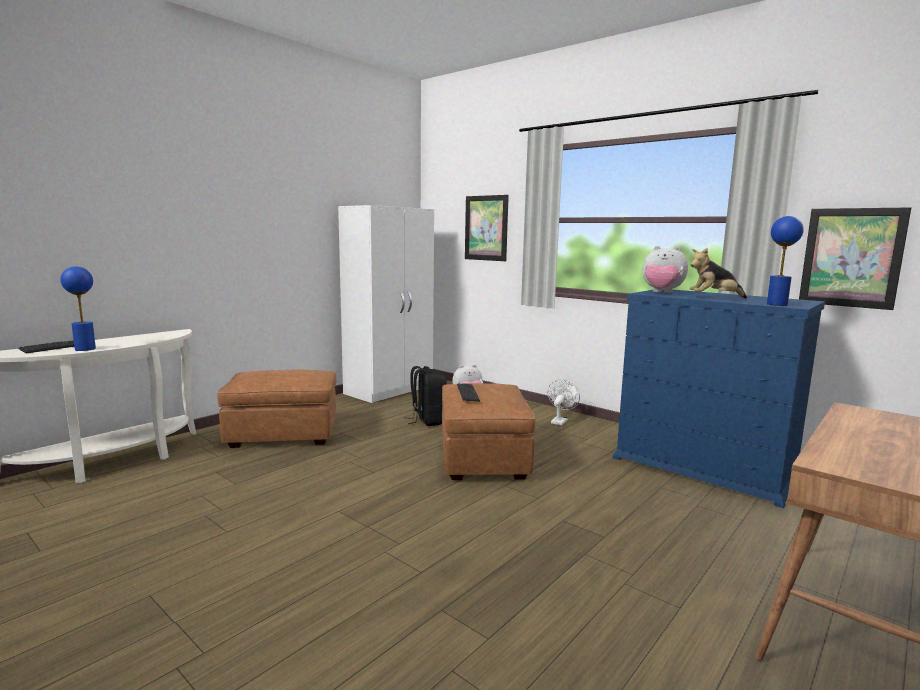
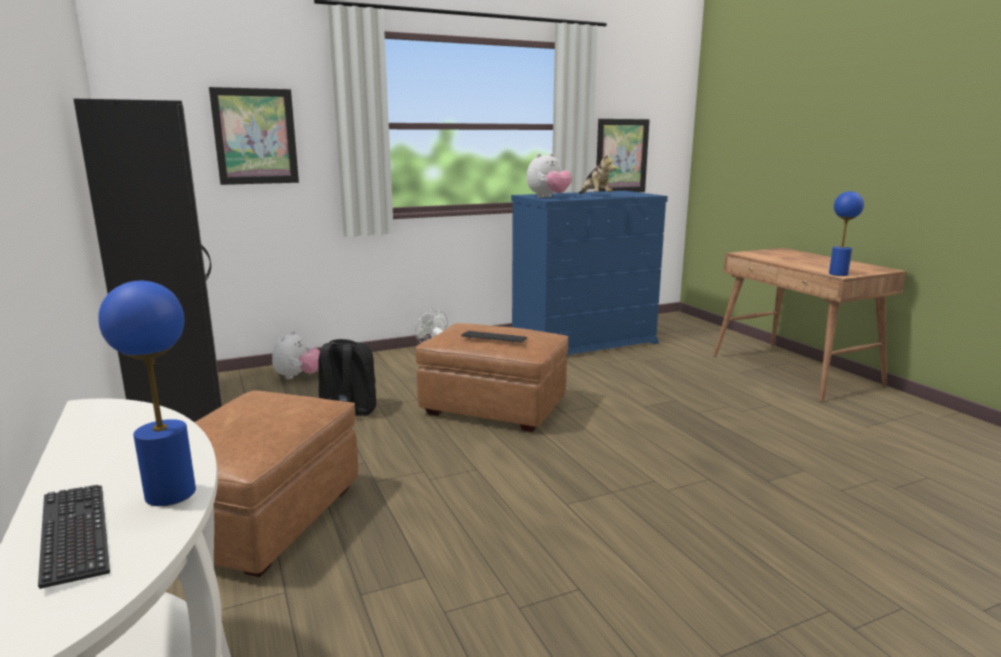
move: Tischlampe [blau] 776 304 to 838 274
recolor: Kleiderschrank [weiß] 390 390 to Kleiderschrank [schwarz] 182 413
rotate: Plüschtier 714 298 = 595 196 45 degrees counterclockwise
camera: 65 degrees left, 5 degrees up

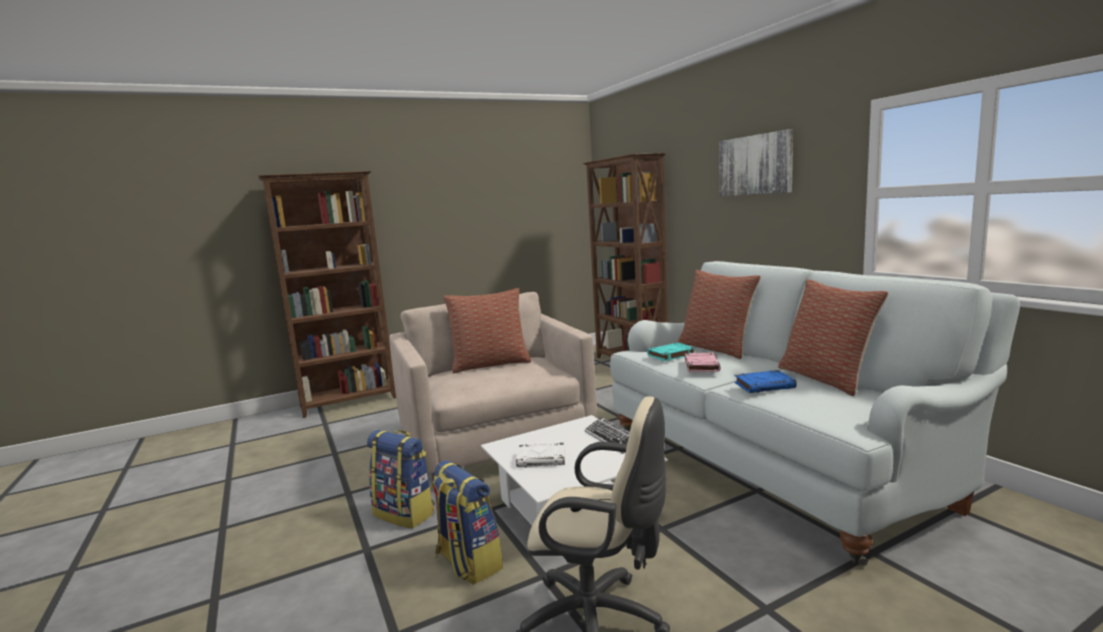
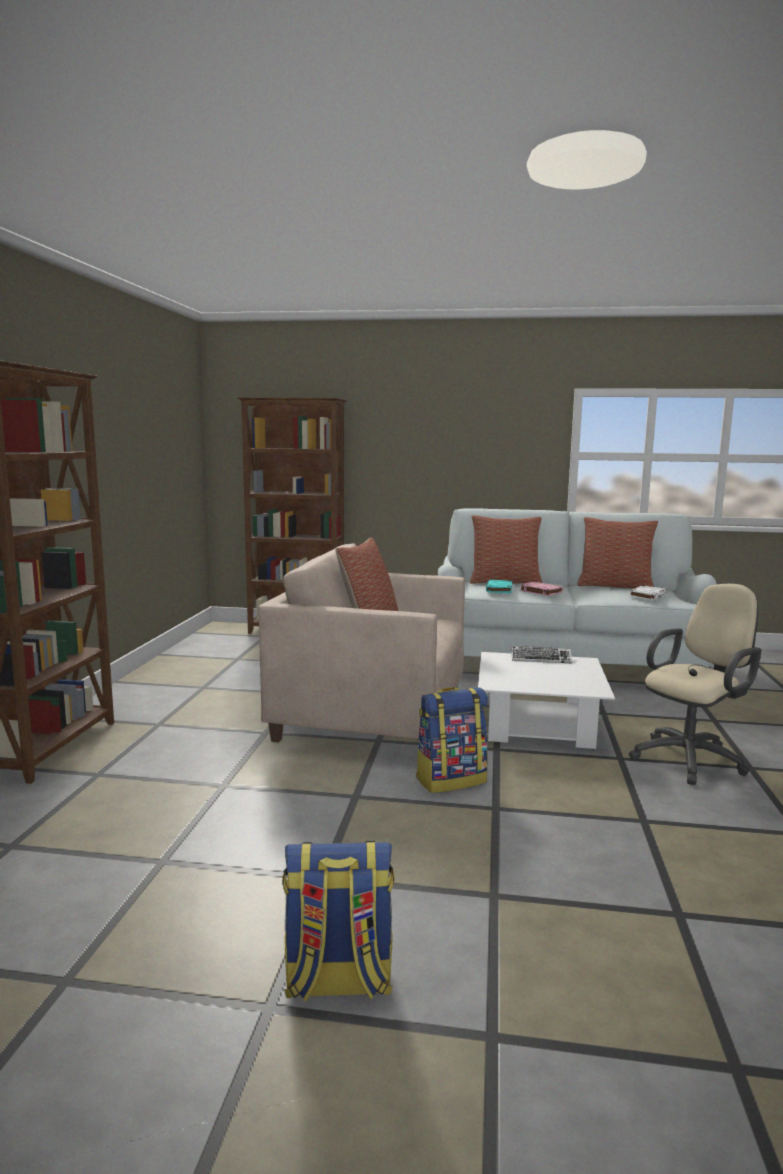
delete: Bild 755 165; Buch [blau] 765 385
move: Rucksack 468 563 to 337 982; Buch [weiß] 542 459 to 647 596
camera: 55 degrees left, 0 degrees up

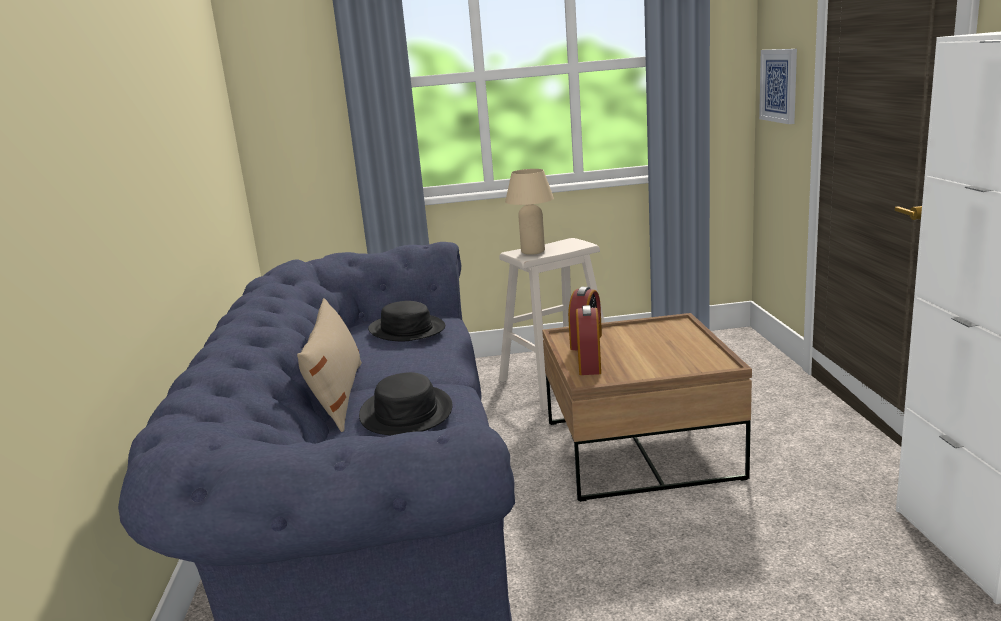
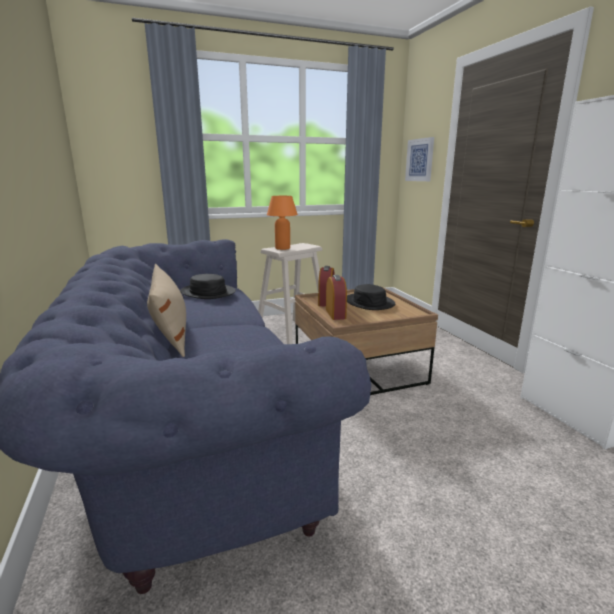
move: Hut [schwarz] 406 412 to 369 302
recolor: Tischlampe [beige] 533 252 to Tischlampe [orange] 282 248
camera: 15 degrees left, 0 degrees up

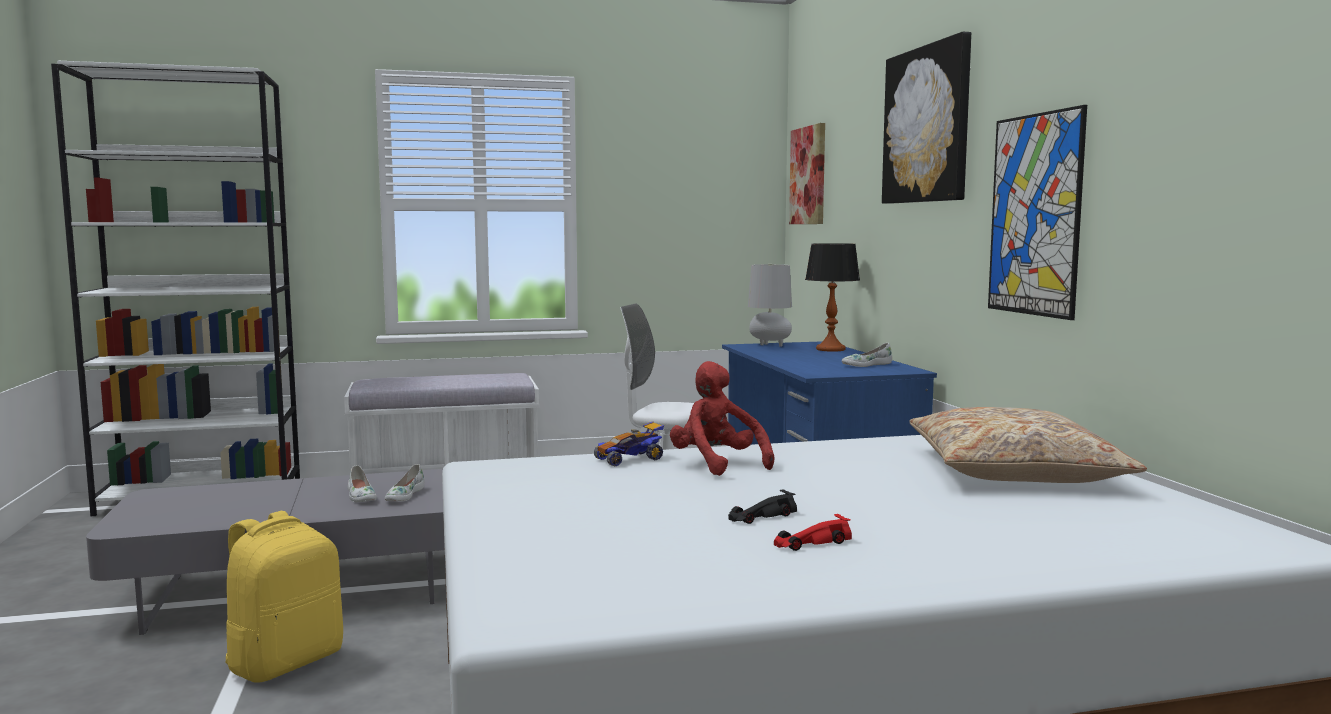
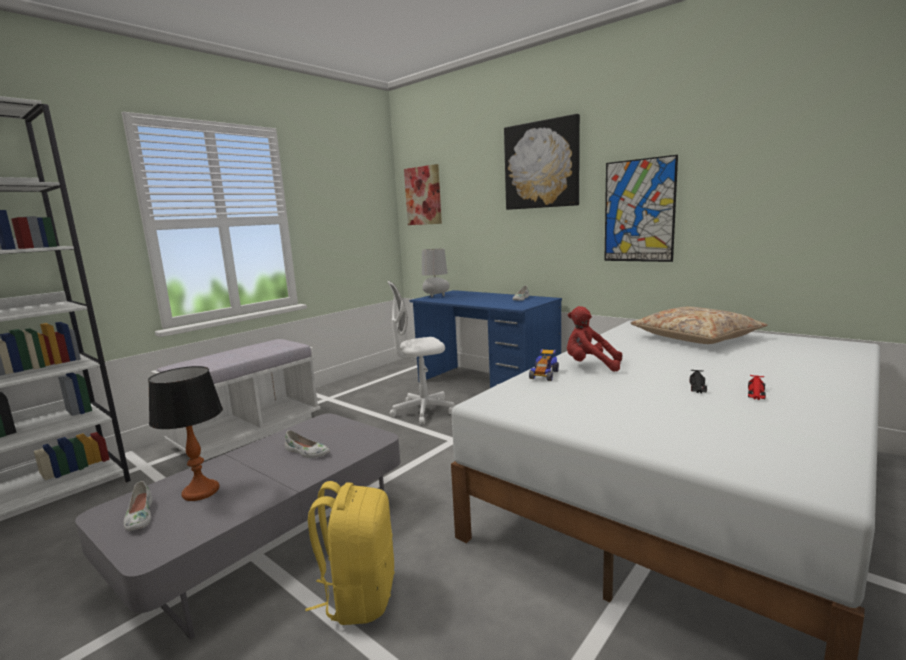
move: Schuh [weiß] 404 495 to 139 516; Tischlampe 831 349 to 201 491
camera: 35 degrees left, 5 degrees up

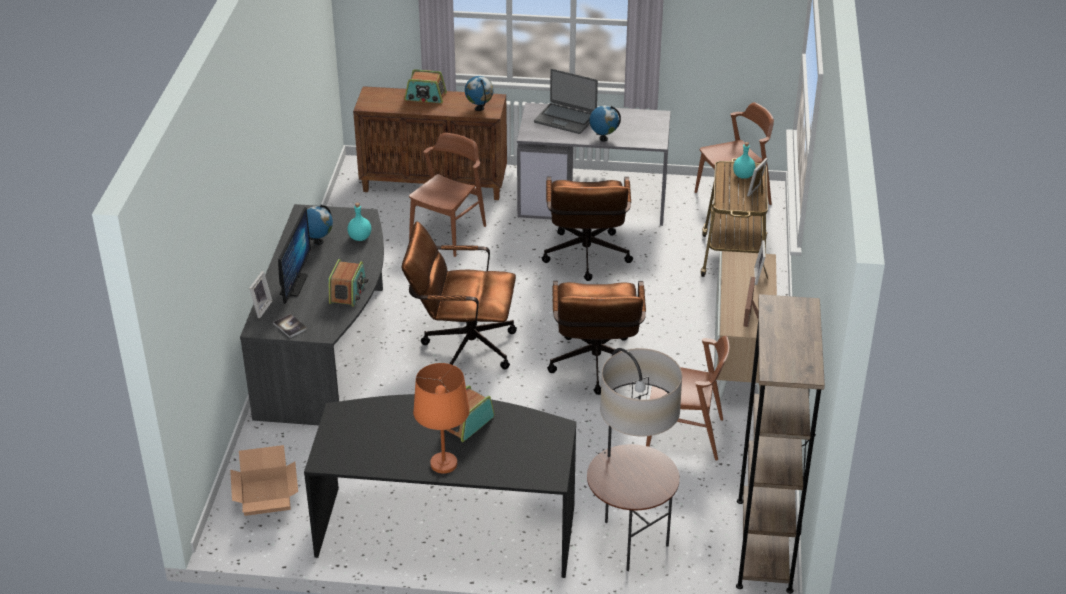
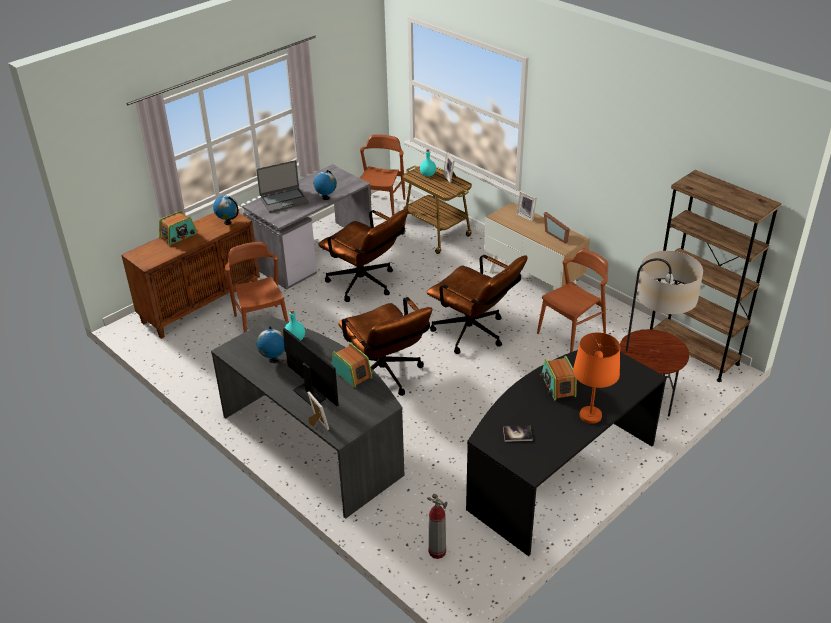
move: Buch 290 326 to 517 434
replace: Karton 265 496 to Feuerlöscher 437 551
rotate: Bürostuhl [braun] 462 346 = 386 377 75 degrees counterclockwise
camera: 50 degrees left, 0 degrees up

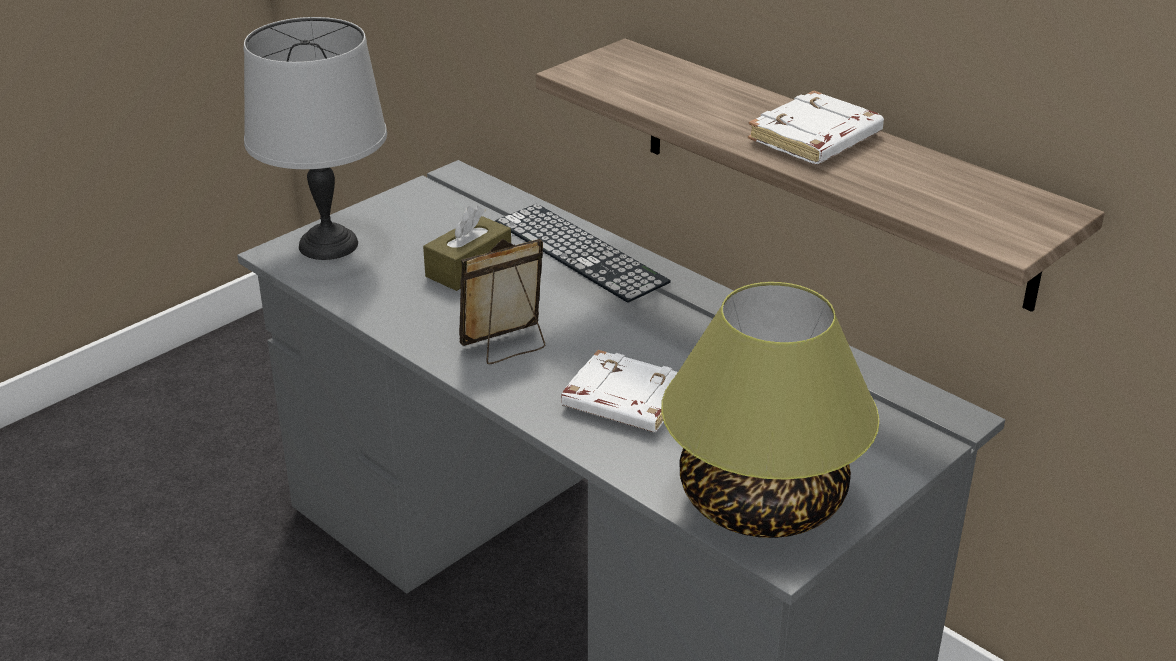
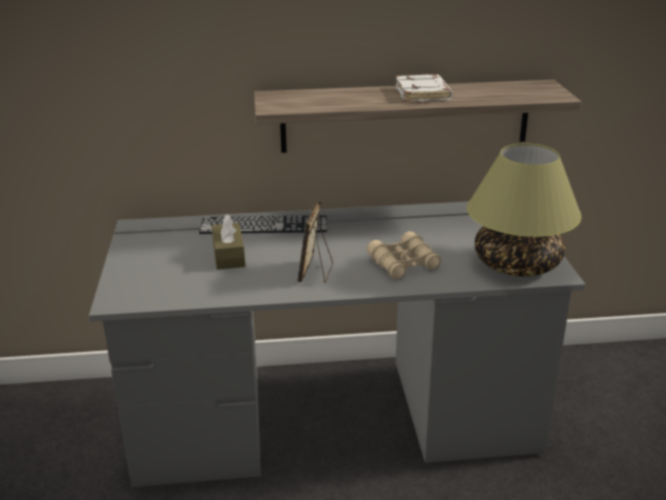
delete: Tischlampe [grau] 329 244
replace: Buch [weiß] 623 400 to Fernglas [beige] 403 263
camera: 50 degrees left, 5 degrees down

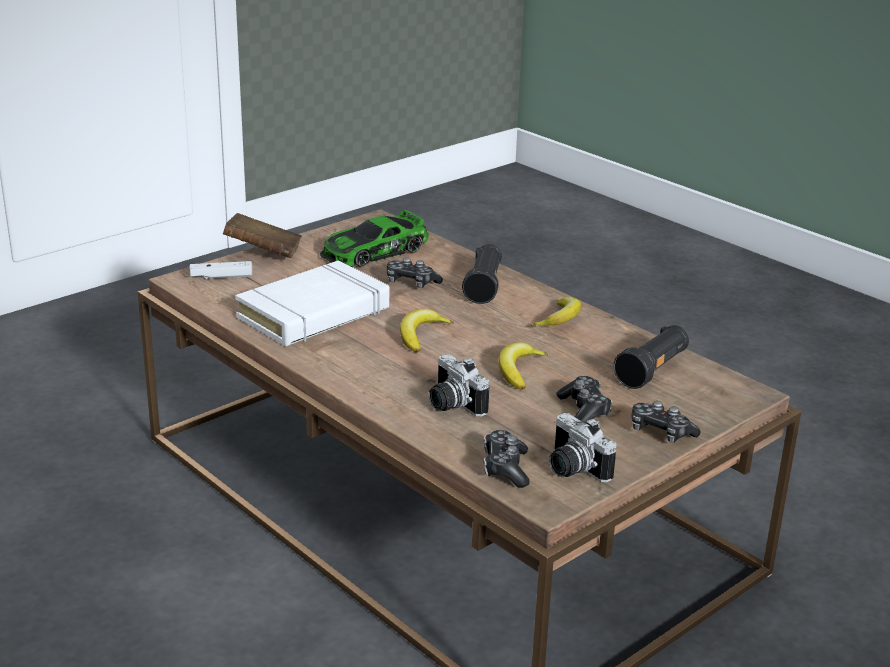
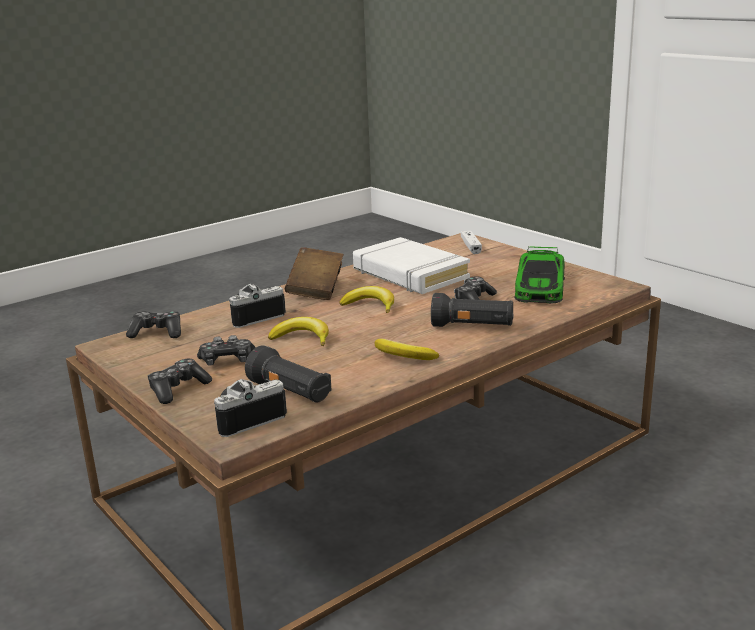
move: Buch [braun] 263 254 to 316 289; Kamera 571 468 to 246 418
rotate: Spielzeugauto 374 251 = 540 286 135 degrees counterclockwise
camera: 95 degrees right, 5 degrees down

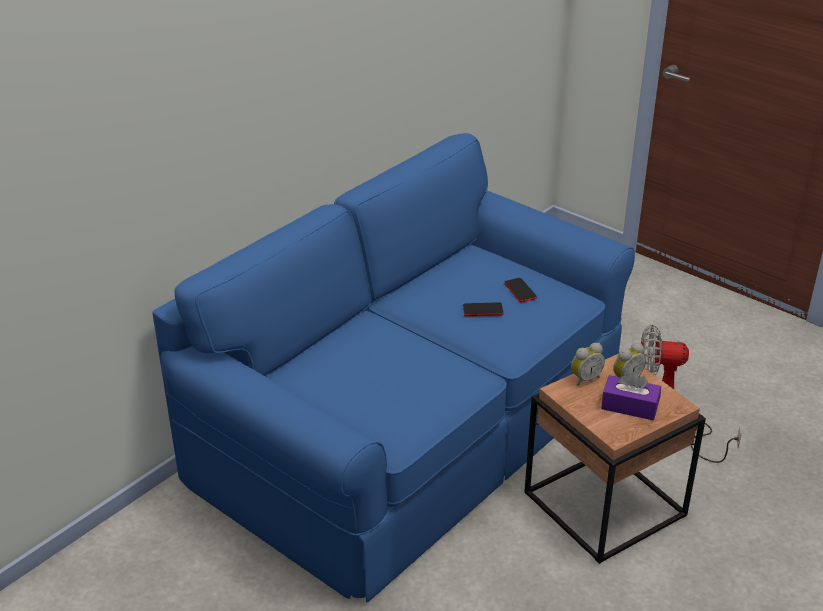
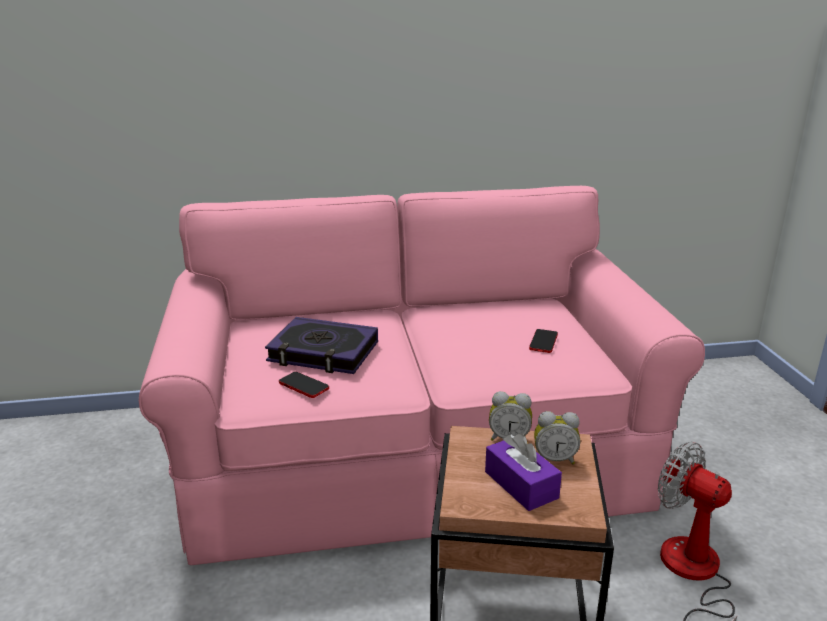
insert: Buch 323 352
move: Handy 483 310 to 303 386
recolor: Sofa [blau] 411 428 to Sofa [rosa] 414 453
camera: 40 degrees right, 10 degrees down

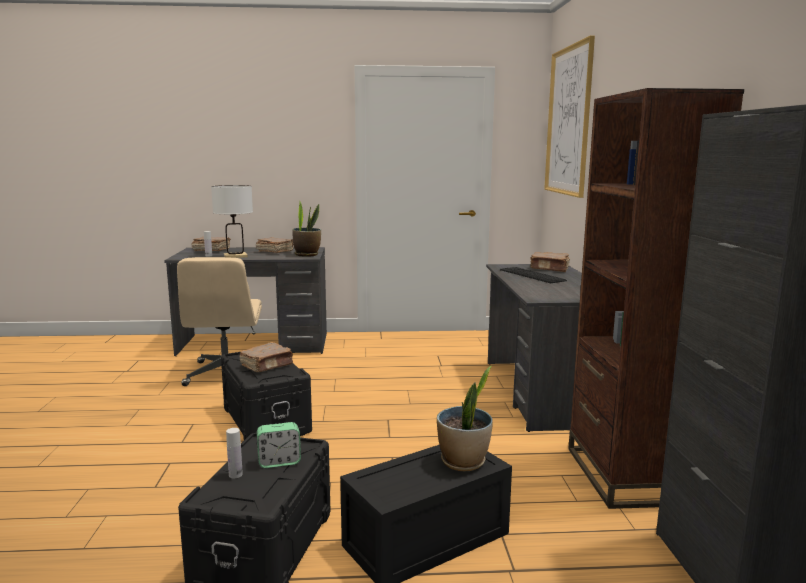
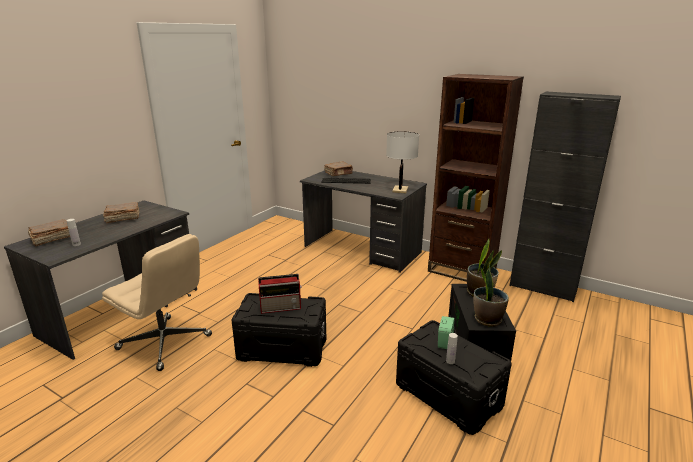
delete: Bild 568 121
move: Tischlampe [weiß] 235 256 to 400 190; Topfpflanze 307 255 to 487 319
replace: Buch [braun] 267 366 to Radio 281 307
camera: 55 degrees left, 10 degrees up

